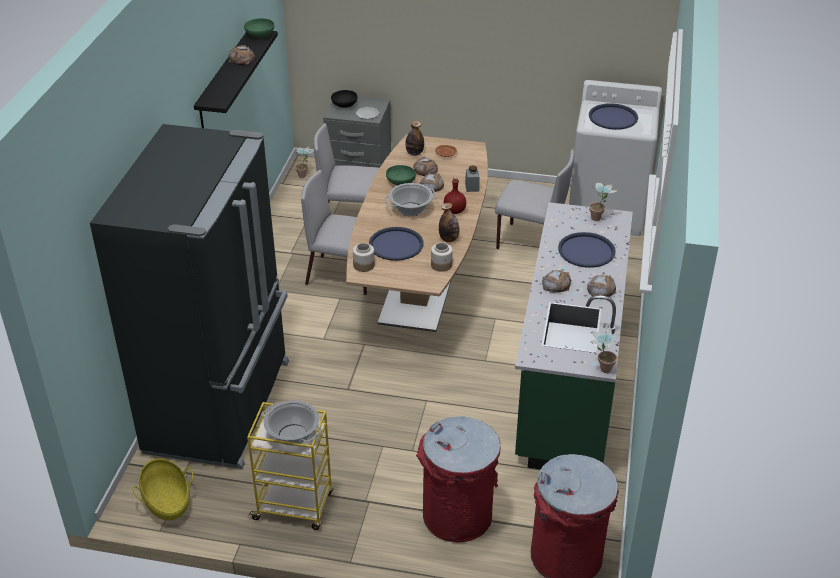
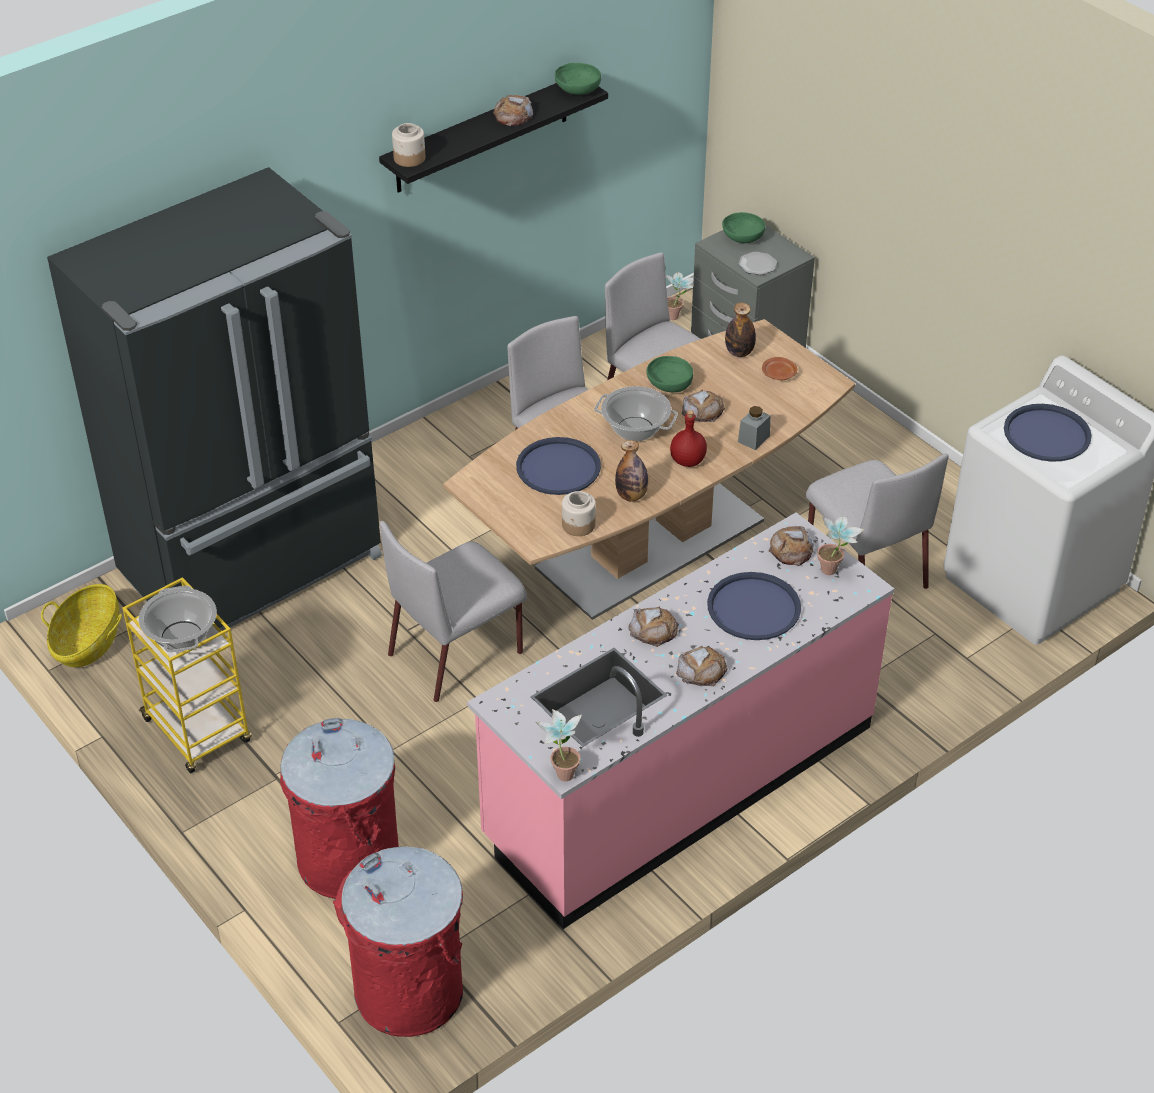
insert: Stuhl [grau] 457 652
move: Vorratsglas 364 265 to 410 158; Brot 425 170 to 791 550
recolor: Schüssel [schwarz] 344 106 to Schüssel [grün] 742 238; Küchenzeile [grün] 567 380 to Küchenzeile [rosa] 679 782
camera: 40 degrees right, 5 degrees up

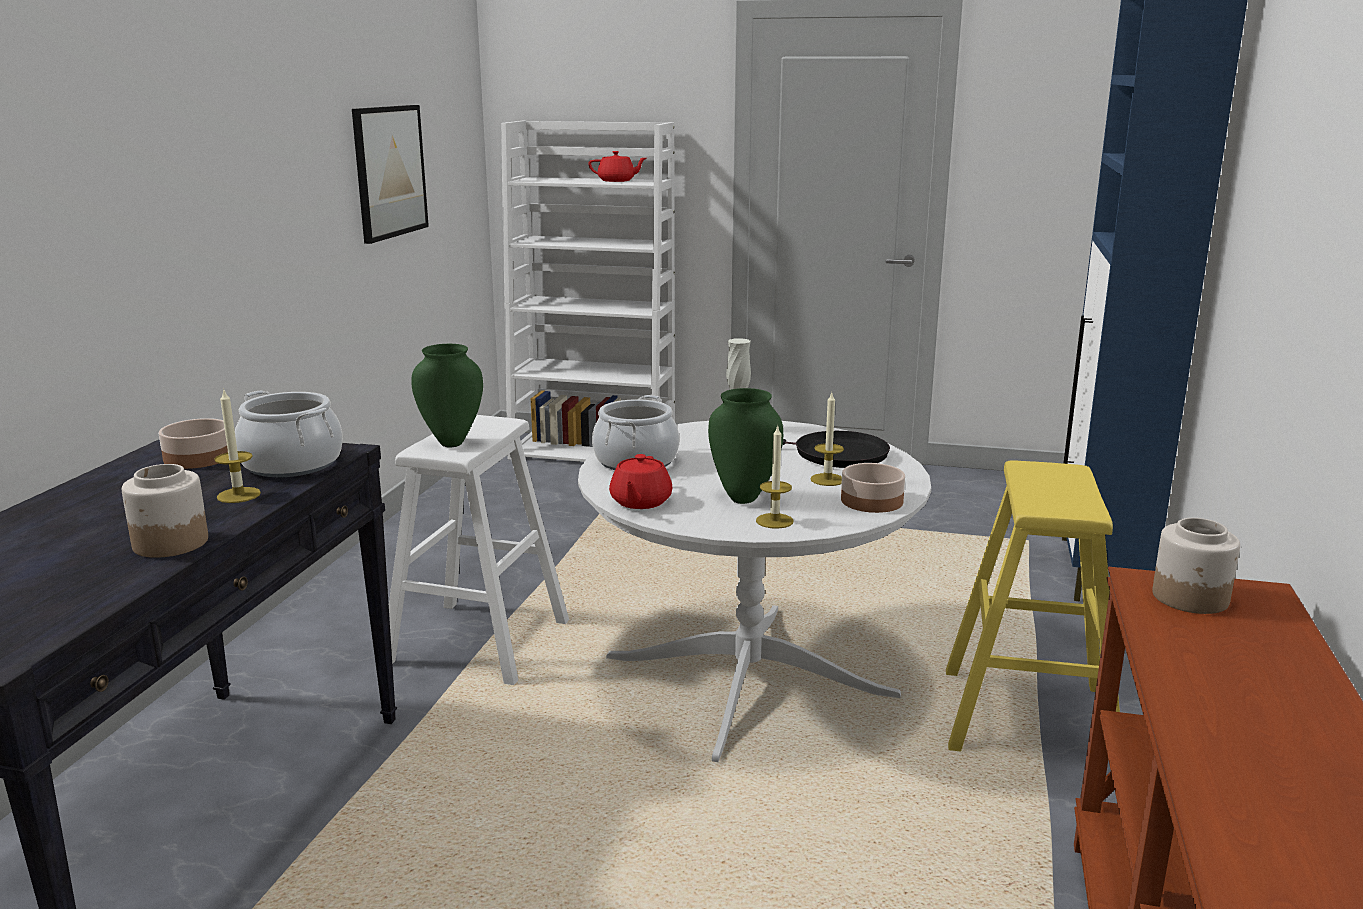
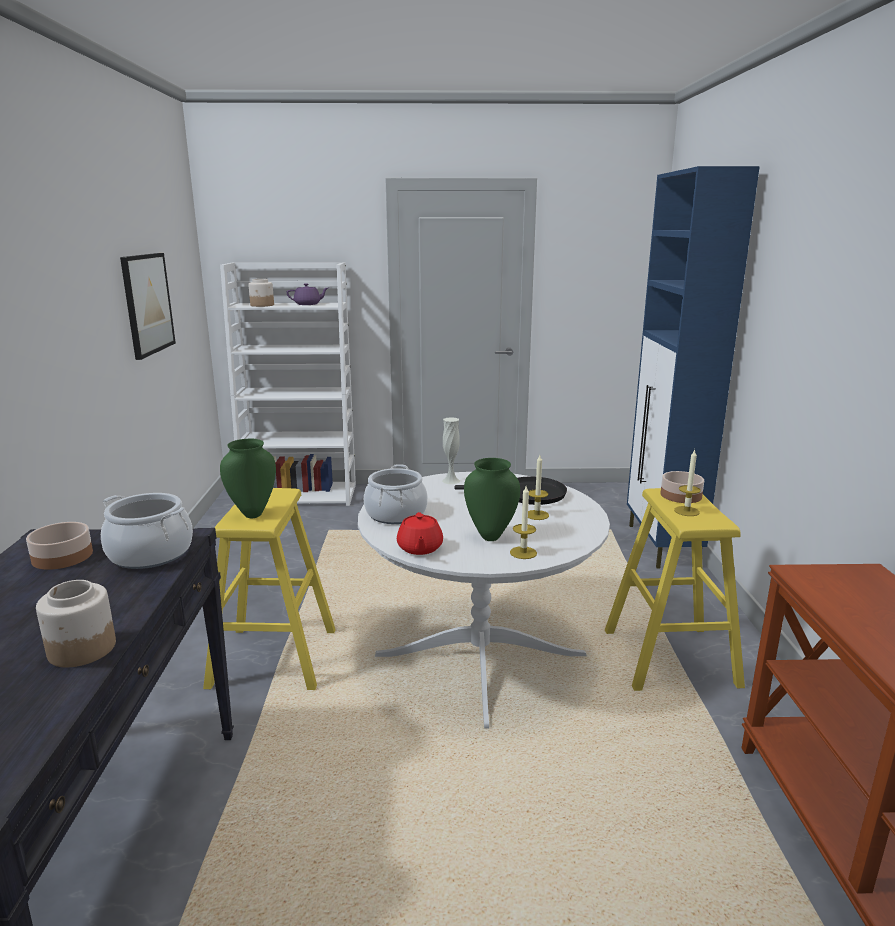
move: Kerze 238 495 to 686 511; Schüssel 871 501 to 680 496; Vorratsglas 1191 598 to 262 305
recolor: Hocker [weiß] 478 642 to Hocker [gelb] 274 657; Teekanne [rot] 617 181 to Teekanne [lila] 308 304
camera: 15 degrees left, 0 degrees up

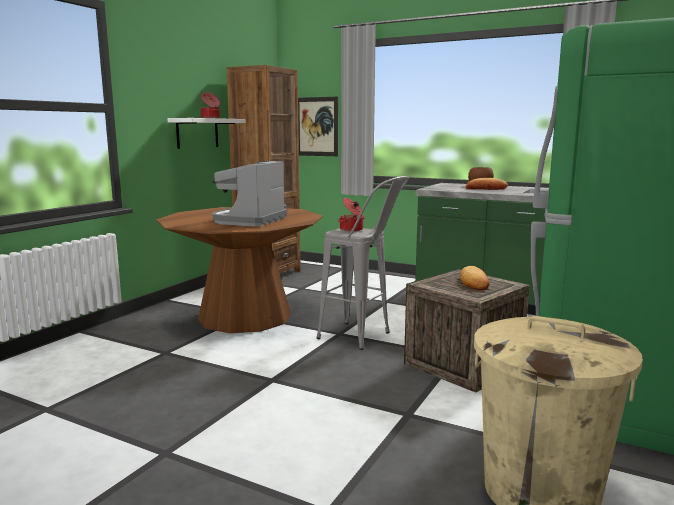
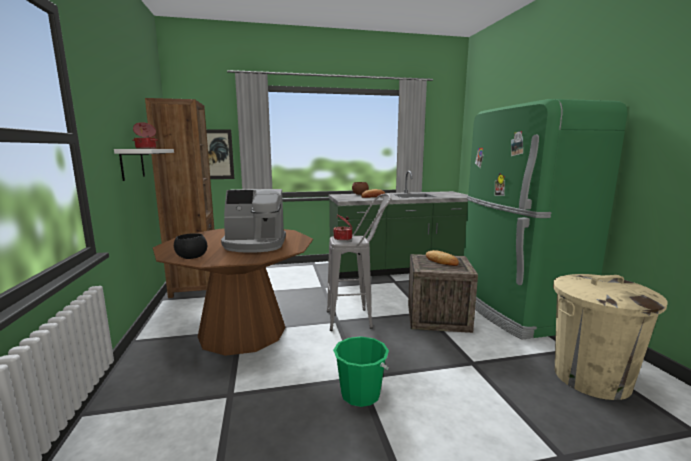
insert: Schüssel [schwarz] 191 257; Eimer [grün] 360 394
rotate: Kaffeemaschine 249 220 = 255 244 75 degrees counterclockwise
camera: 40 degrees left, 0 degrees up

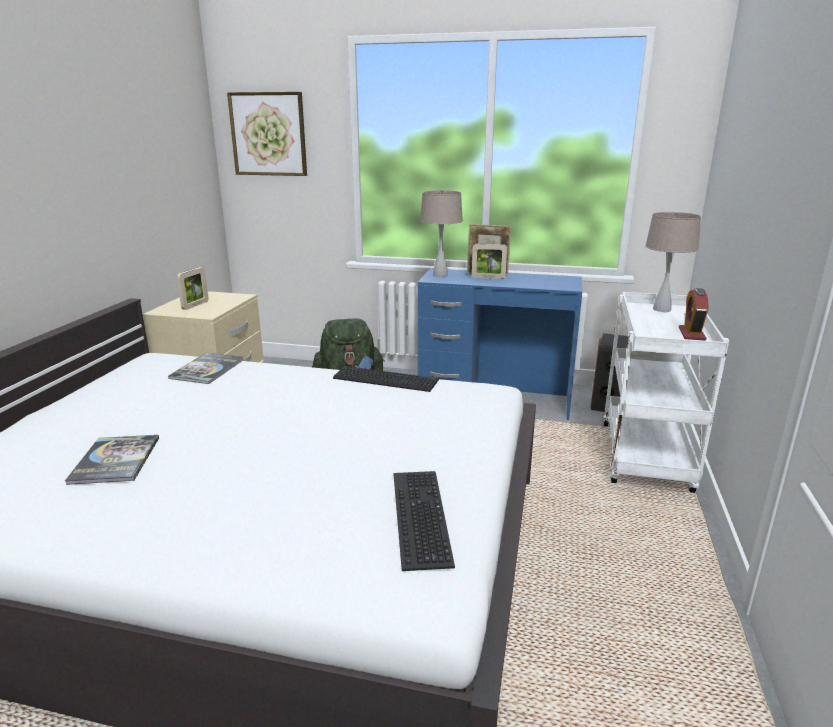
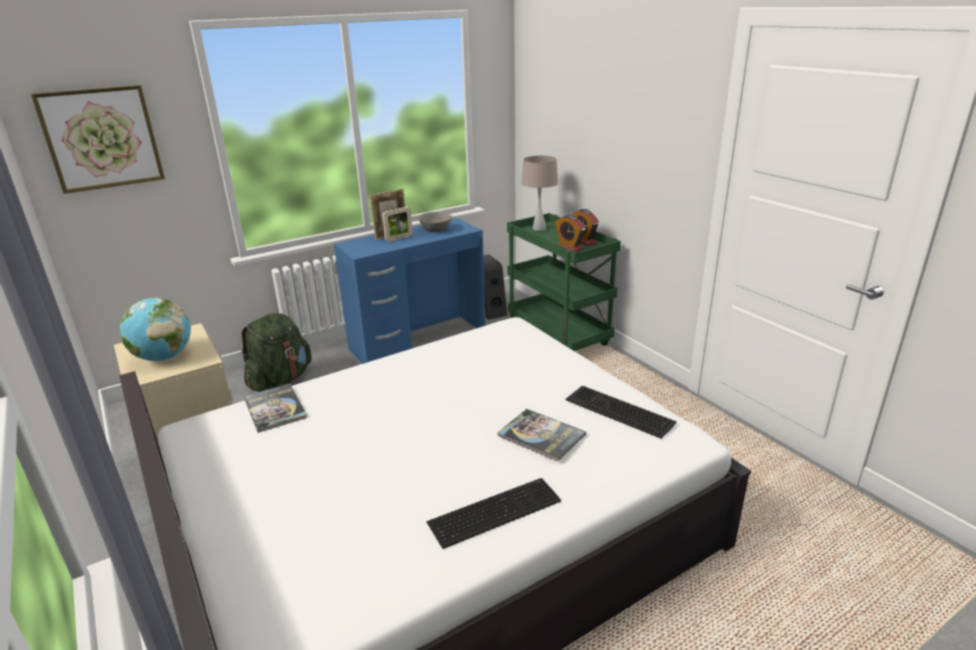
delete: Tischlampe [beige] 440 275
insert: Schüssel [grau] 435 230; Wecker 569 248
move: Buch 115 460 to 541 435; Tastatur 385 378 to 492 511
replace: Bilderrahmen 195 305 to Globus 164 357
recolor: Rollwagen [weiß] 647 458 to Rollwagen [grün] 559 337
camera: 45 degrees left, 5 degrees up

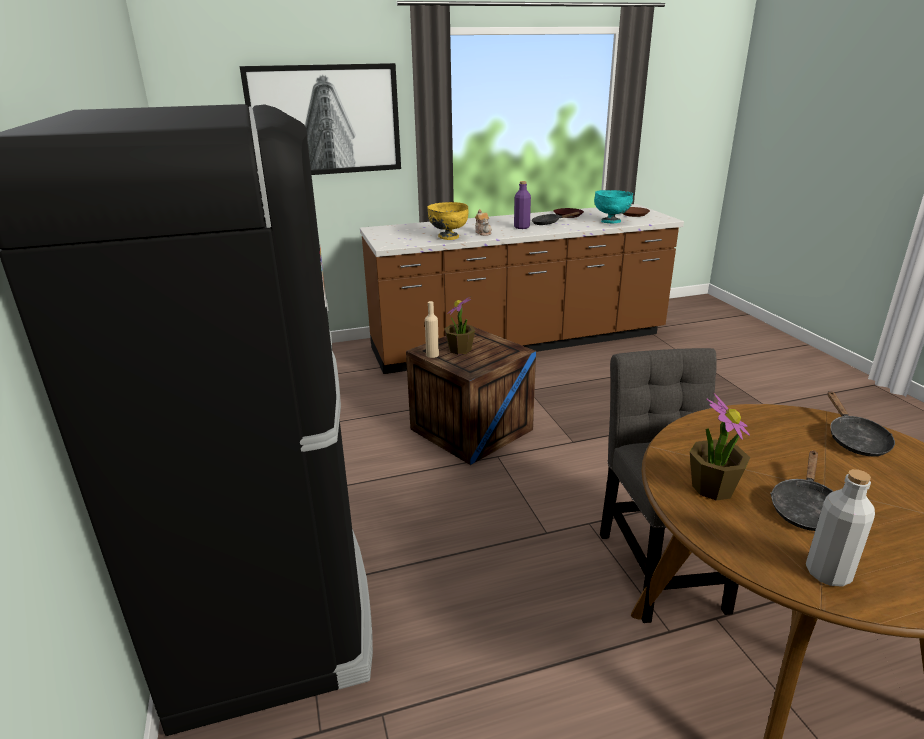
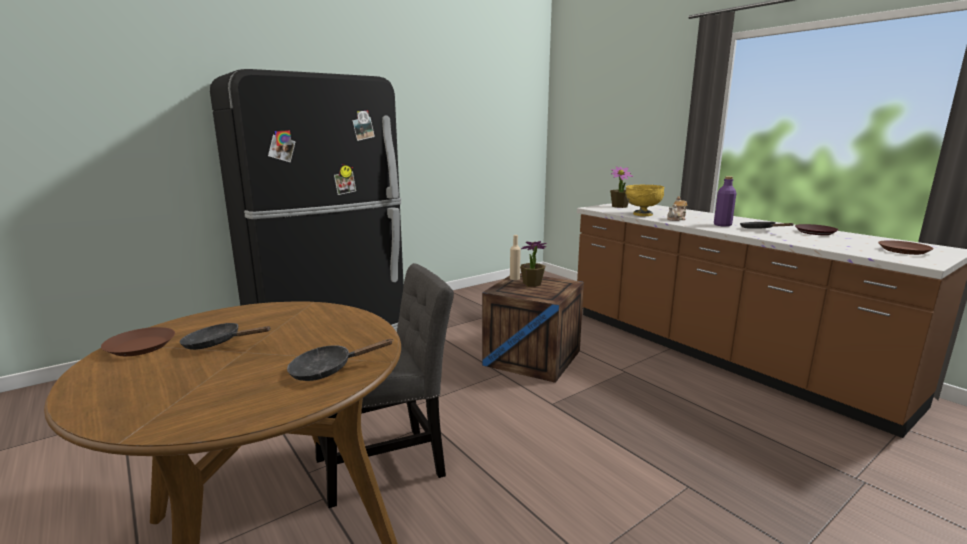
delete: Bild 325 120; Schüssel [türkis] 611 222
move: Topfpflanze 712 487 to 619 206
replace: Flasche [grau] 828 573 to Teller [braun] 139 347
camera: 70 degrees right, 10 degrees down

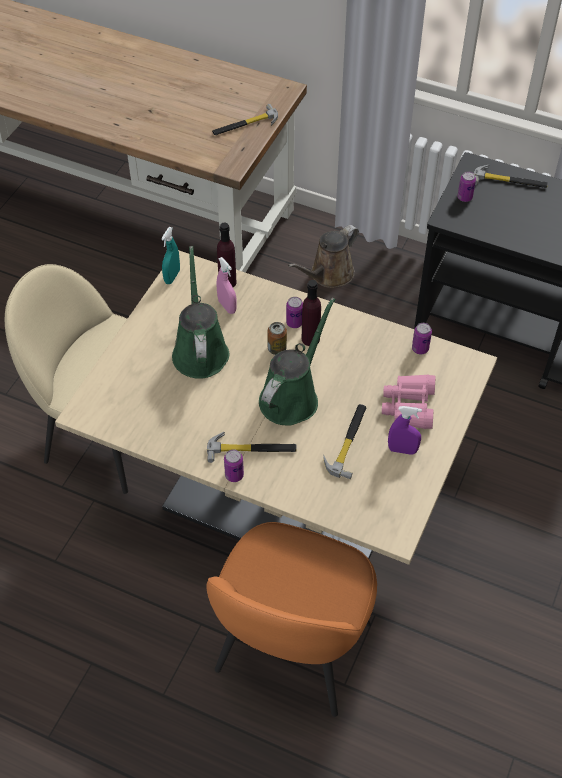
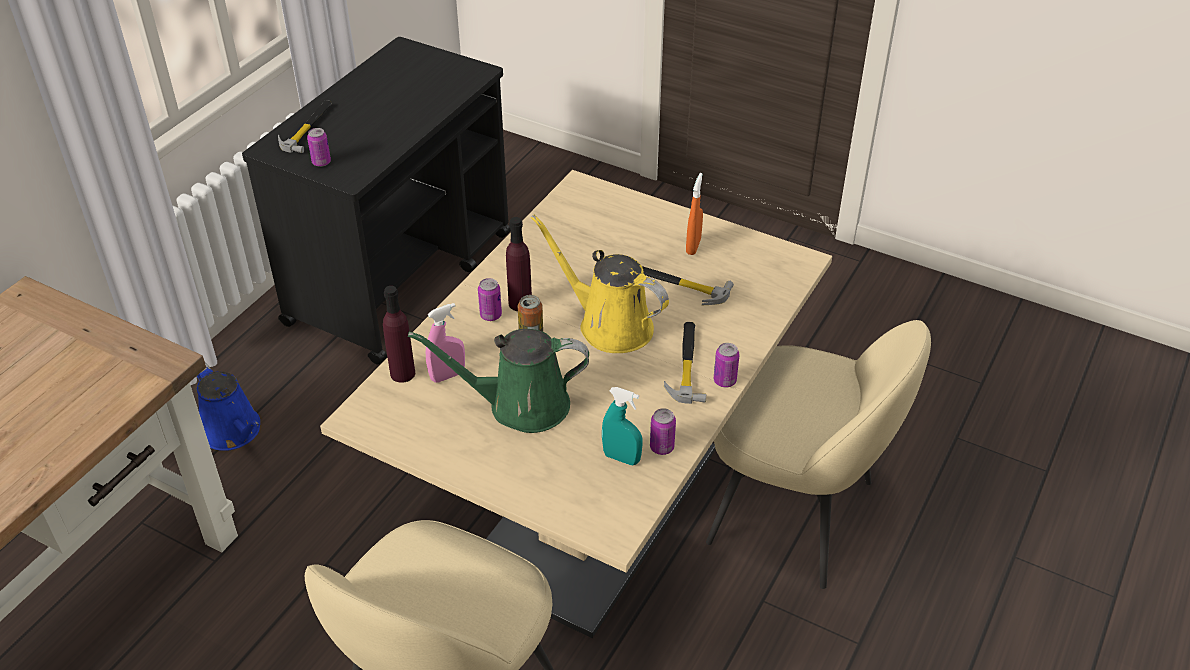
delete: Hammer 245 125; Fernglas [rosa] 409 406
move: Sprühflasche [türkis] 172 276 to 621 458; Dose 420 349 to 661 447
recolor: Stuhl [orange] 291 651 to Stuhl [beige] 796 514; Gießkanne [grün] 292 396 to Gießkanne [gelb] 609 325; Gießkanne [braun] 329 275 to Gießkanne [blau] 234 432; Sprühflasche [lila] 402 450 to Sprühflasche [orange] 693 246
camera: 85 degrees left, 10 degrees down

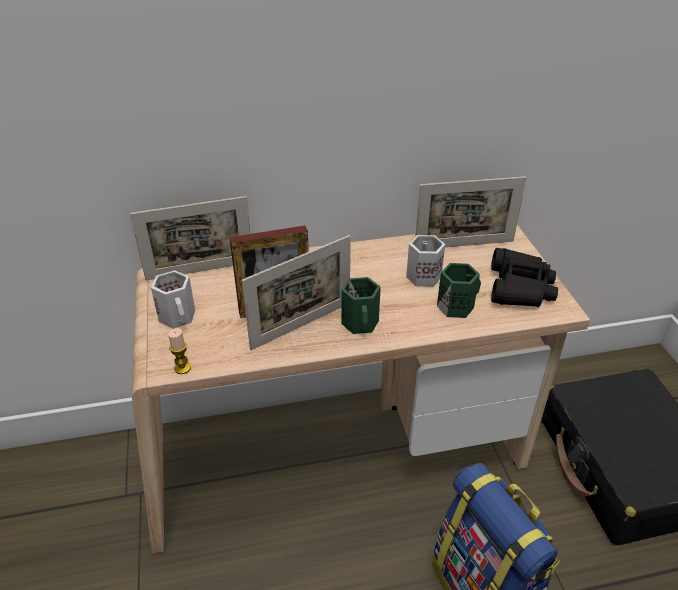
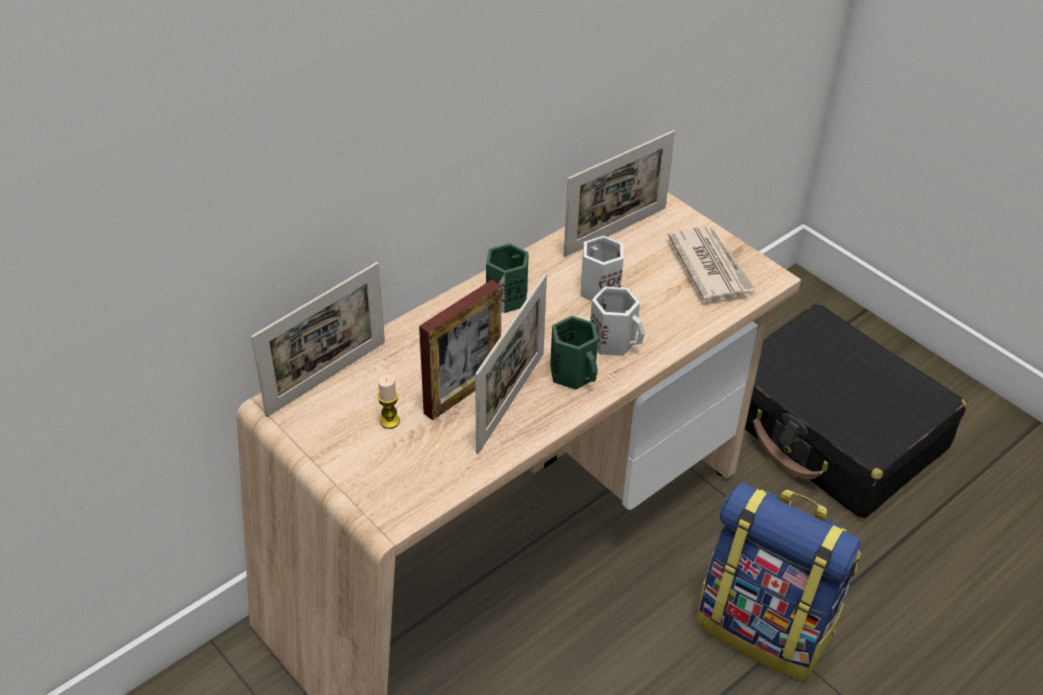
move: Henkelbecher [weiß] 179 316 to 614 340; Kerze 182 368 to 389 421; Henkelbecher [grün] 456 305 to 506 296
replace: Fernglas [schwarz] 519 288 to Zeitung 710 266
camera: 30 degrees left, 5 degrees up

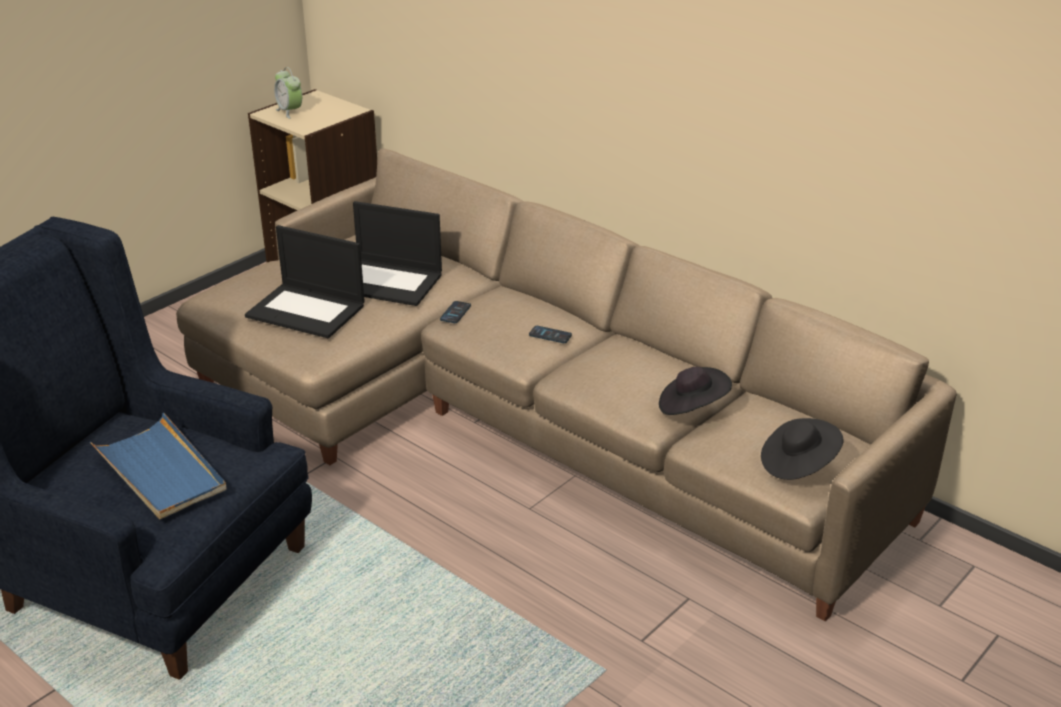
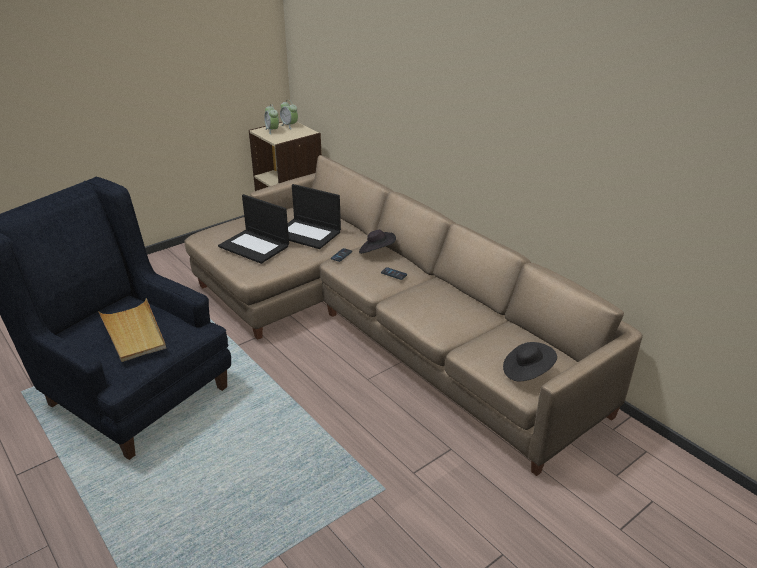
insert: Wecker 289 126
move: Hut [schwarz] 692 407 to 376 251
recolor: Tablett [blau] 161 471 to Tablett [beige] 134 333
camera: 10 degrees right, 0 degrees up

